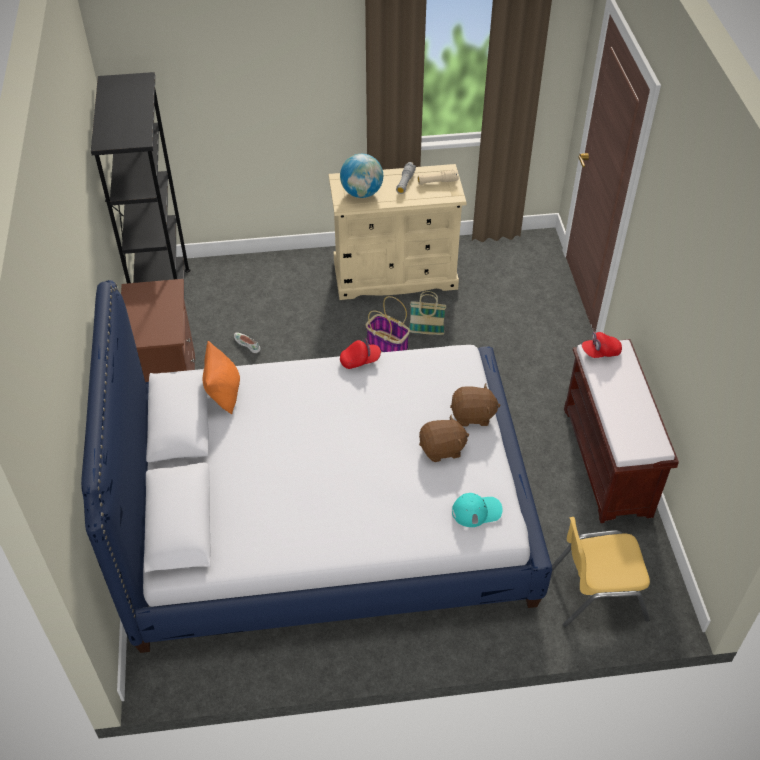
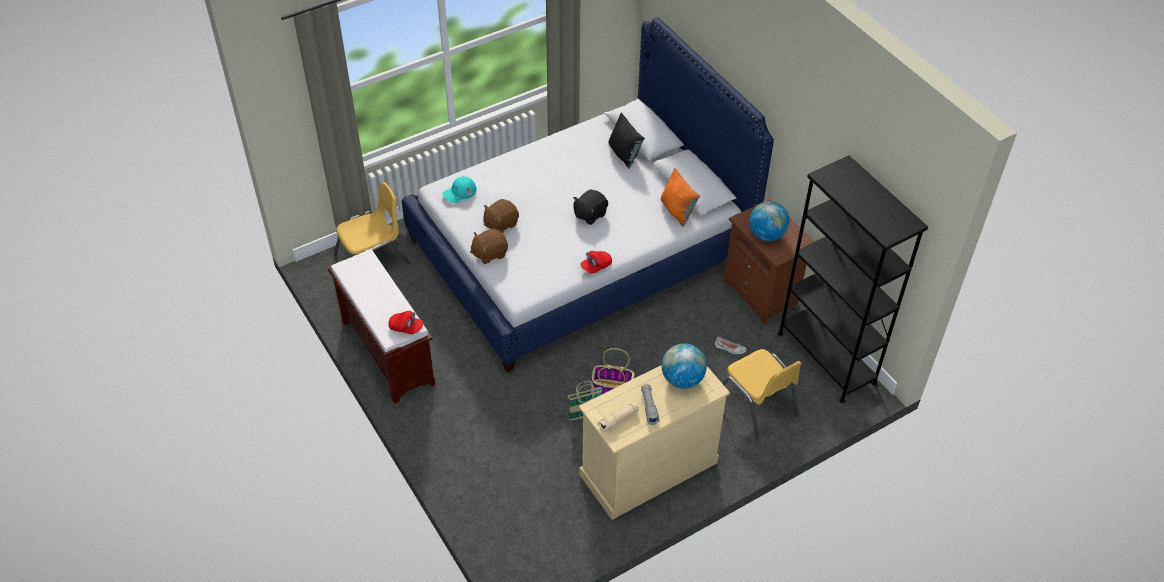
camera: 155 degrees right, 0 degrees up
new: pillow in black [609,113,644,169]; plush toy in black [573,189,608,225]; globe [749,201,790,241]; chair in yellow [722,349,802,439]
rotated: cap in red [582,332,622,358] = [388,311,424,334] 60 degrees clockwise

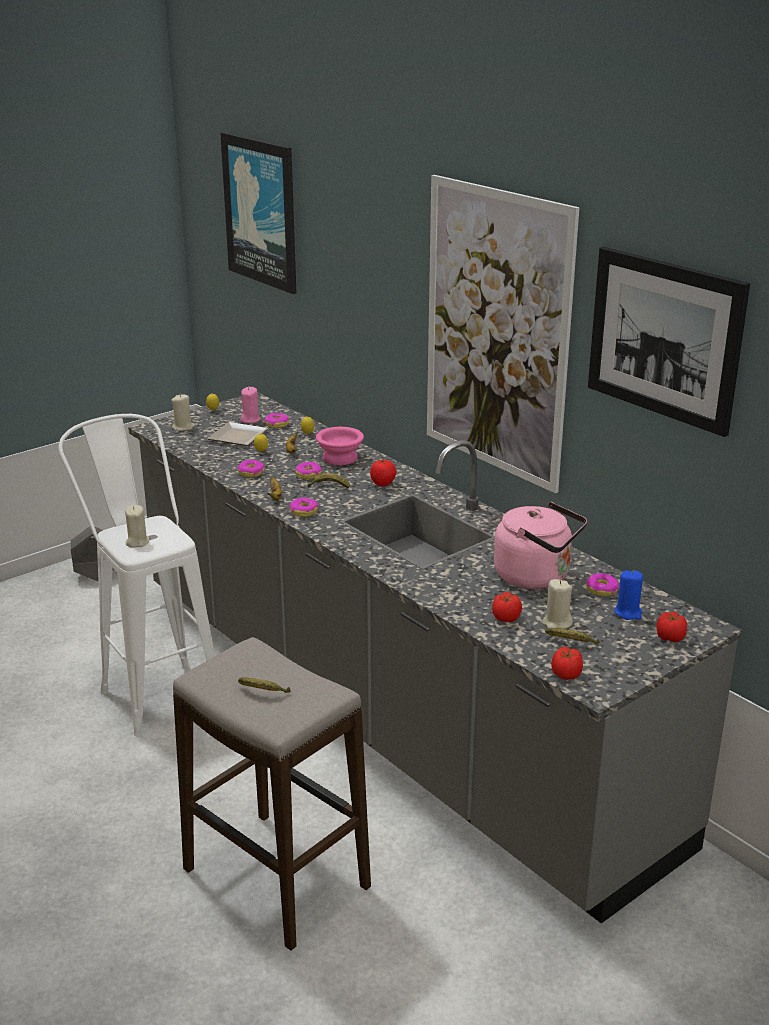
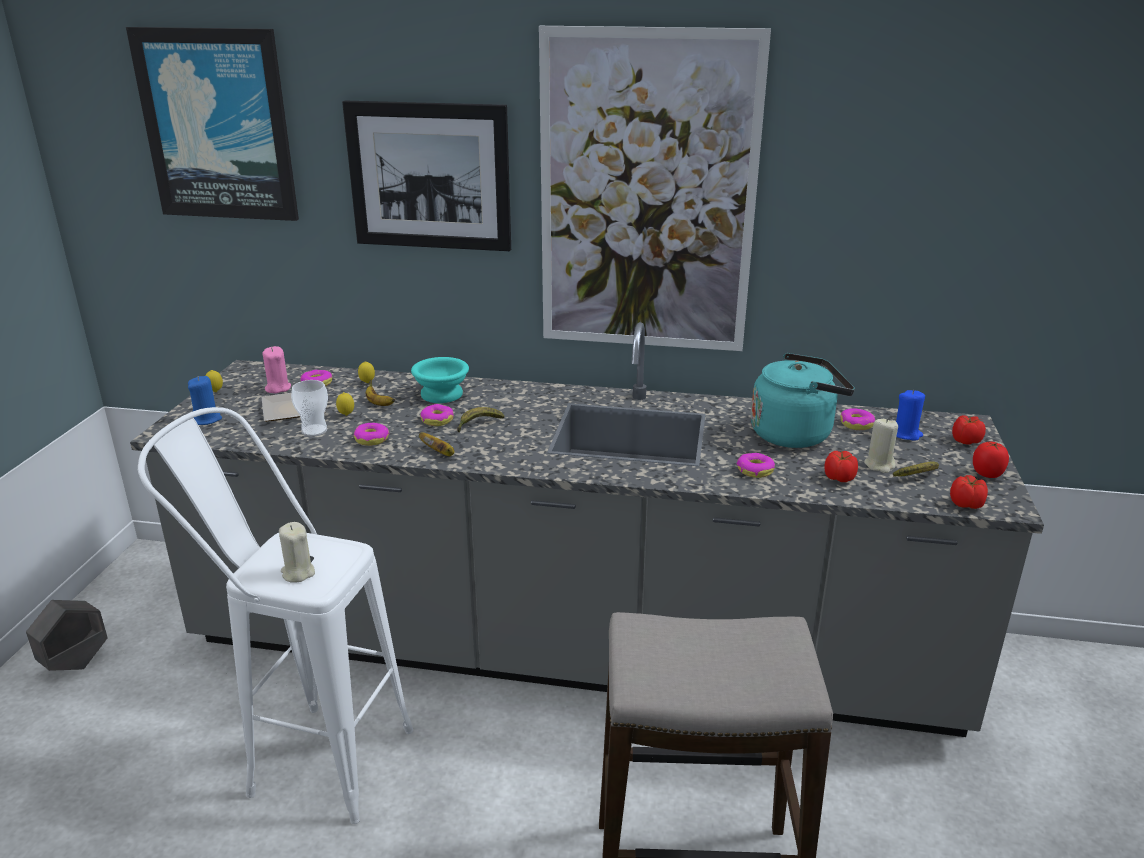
camera: 40 degrees left, 0 degrees up
gone: banana [238,677,291,693]
new: cup [291,380,328,436]
shifted: picture [588,247,750,437] to [342,101,511,251]; tomato [370,459,396,486] to [973,442,1009,478]; donut [289,497,318,517] to [737,453,775,478]
repainted: candle in beige [171,394,195,431] to candle in blue [188,376,222,425]; bowl in pink [316,427,364,465] to bowl in turquoise [411,357,469,403]; kettle in pink [494,502,587,589] to kettle in turquoise [751,353,855,448]

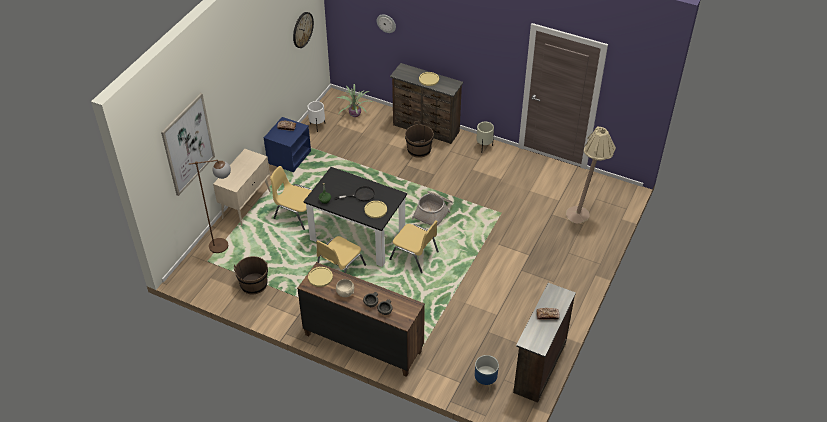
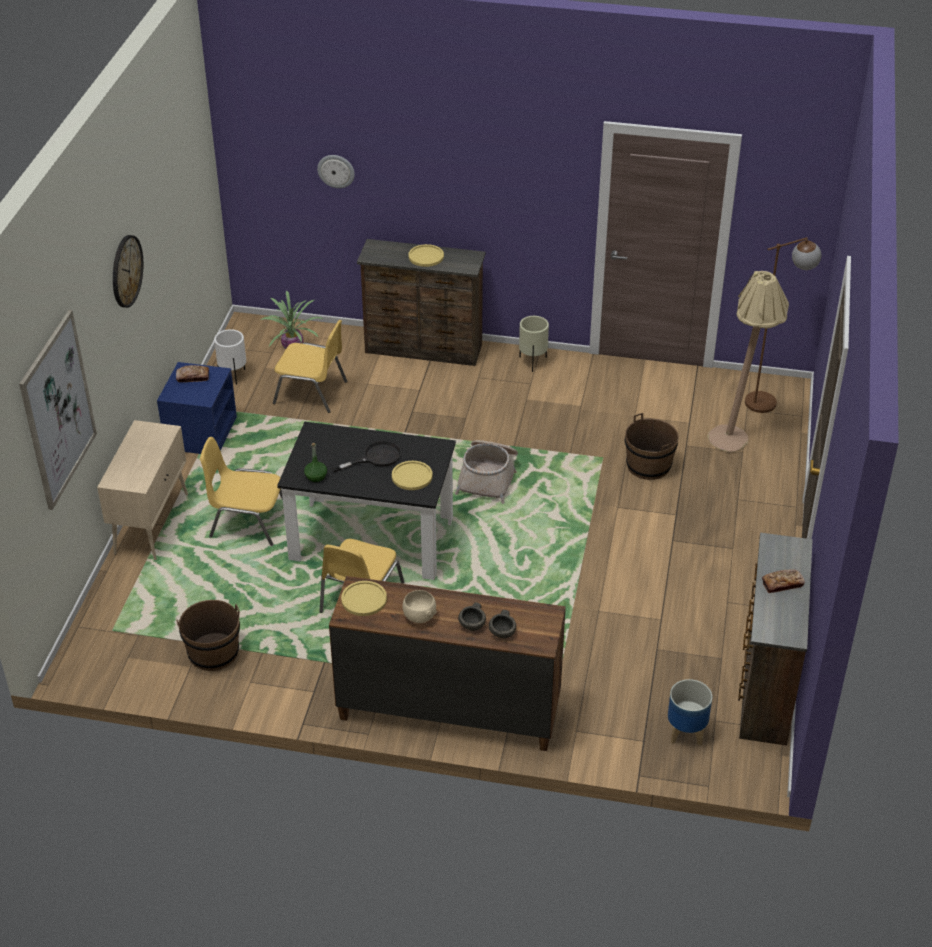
camera: 15 degrees left, 5 degrees down
shifted: wall clock [293,12,314,48] to [113,235,143,308]; bucket in brown [405,121,434,158] to [625,413,679,480]; floor lamp in brown [189,160,231,253] to [745,237,821,413]; chair in yellow [389,220,439,273] to [273,320,347,413]

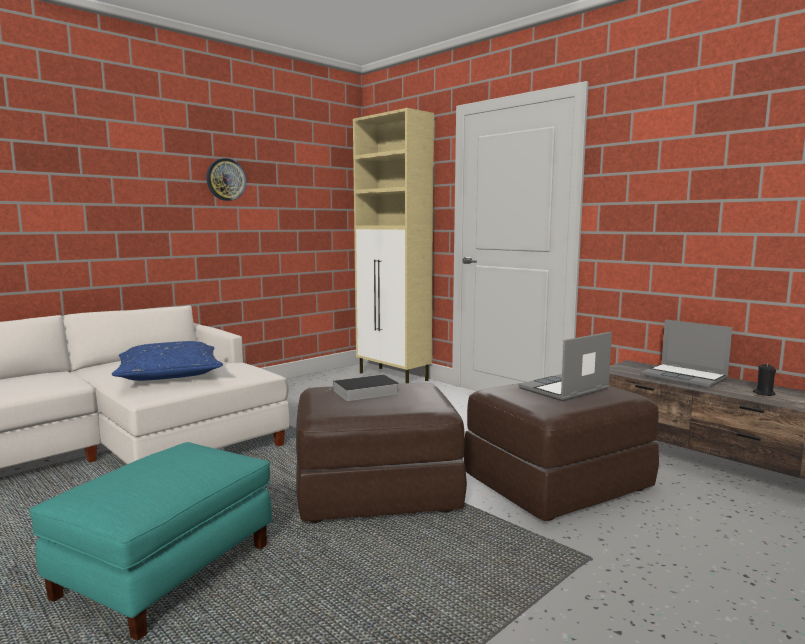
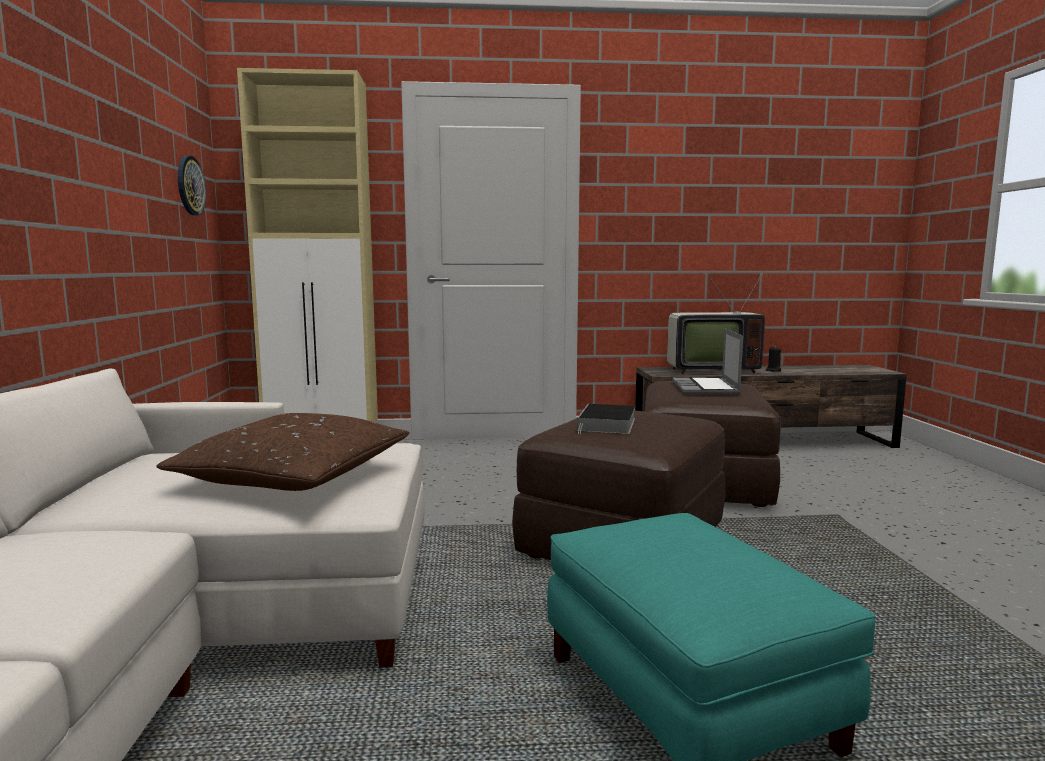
camera: 50 degrees left, 0 degrees up
shifted: wall clock [207,158,246,201] to [178,156,206,216]
swapped: laptop [641,319,733,388] to television [667,271,765,374]
repainted: pillow in blue [112,341,223,381] to pillow in brown [157,413,409,491]

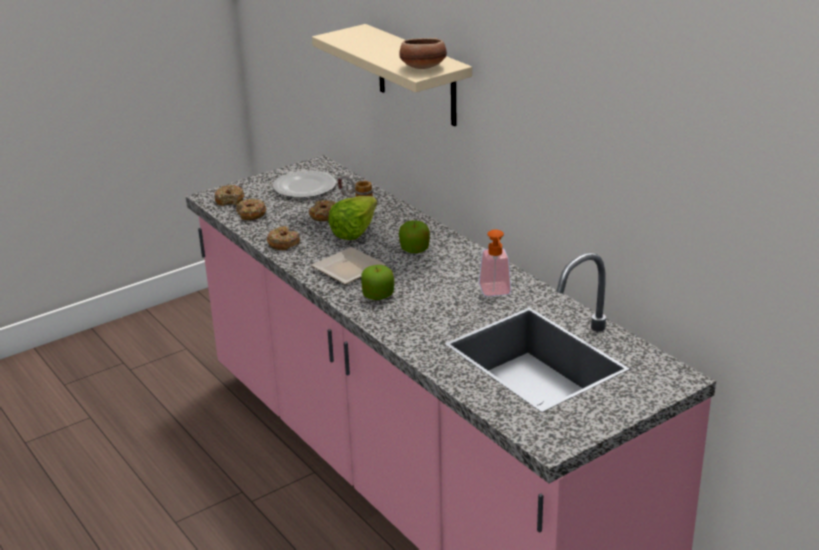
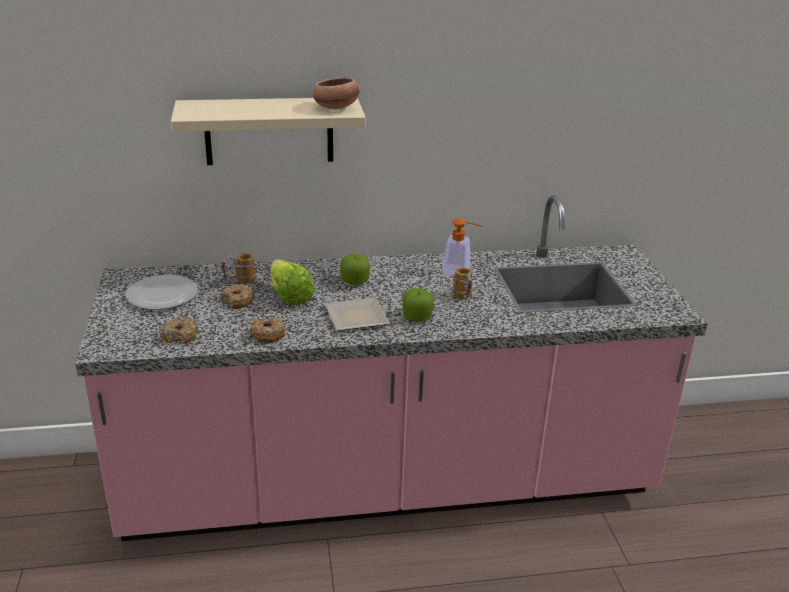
camera: 65 degrees left, 0 degrees up
gone: donut [215,185,244,206]
new: mug [452,267,473,299]

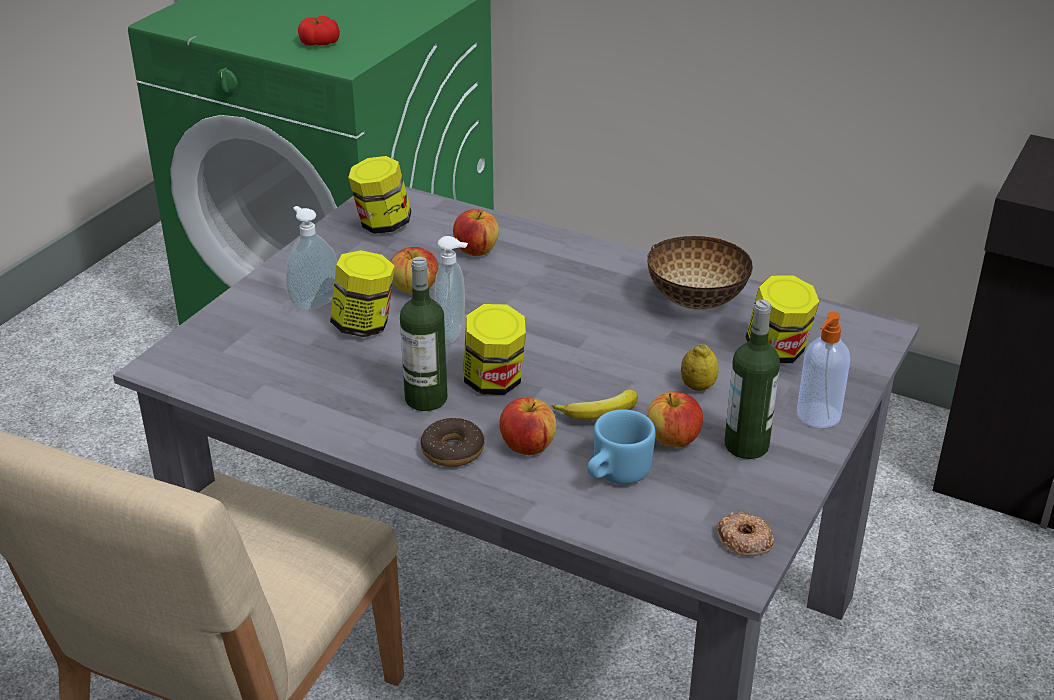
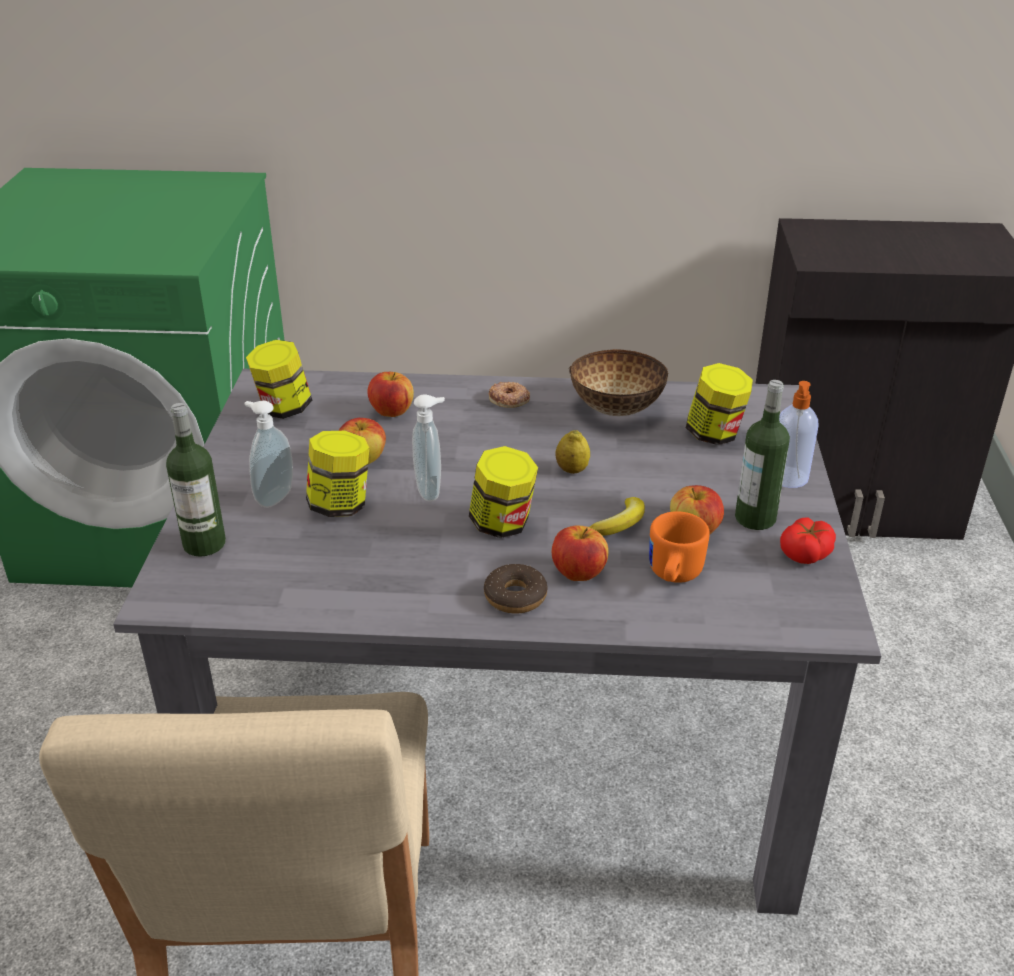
camera: 25 degrees left, 0 degrees up
shifted: tomato [298,16,340,46] to [780,517,836,564]; bottle [400,257,447,411] to [166,403,226,557]; lemon [681,344,719,391] to [556,430,590,474]; donut [718,511,774,556] to [488,382,530,408]
repainted: mug in blue [587,410,656,485] to mug in orange [649,511,710,583]

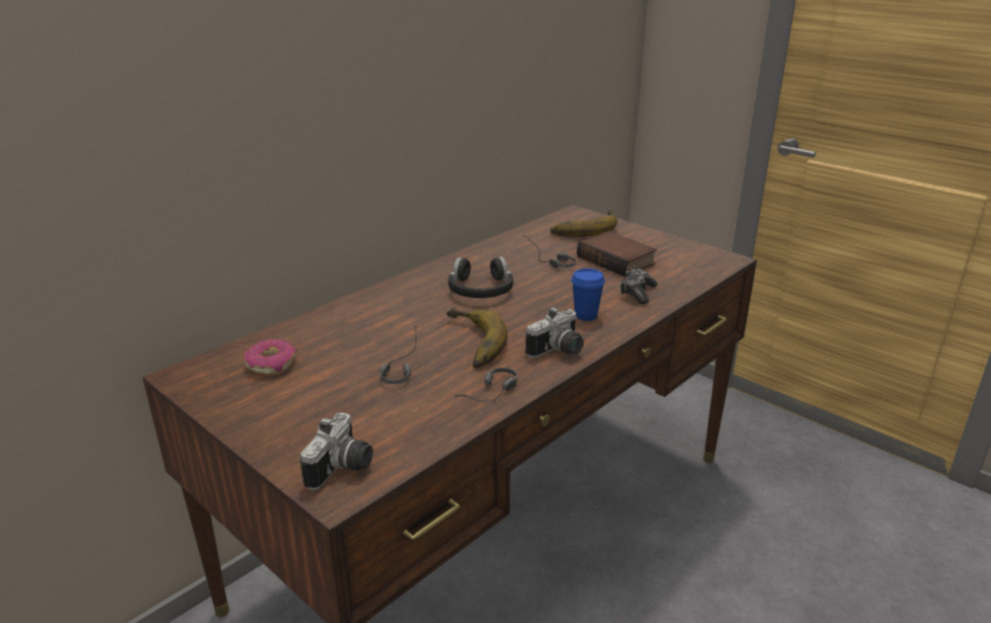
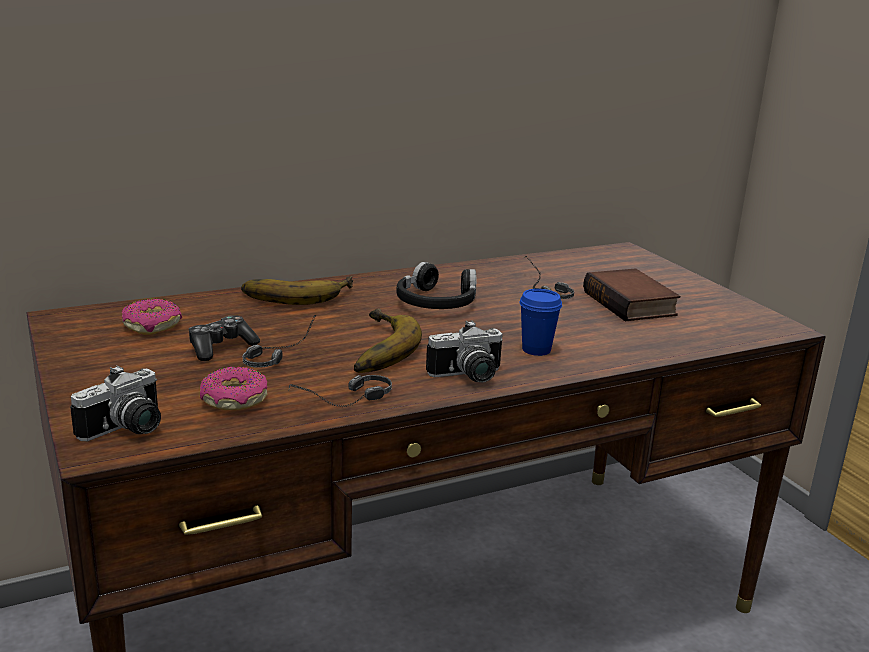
camera: 20 degrees right, 5 degrees down
new: donut [200,367,268,410]
shifted: banana [550,210,617,237] to [241,276,353,305]; game controller [620,268,657,304] to [189,315,260,361]

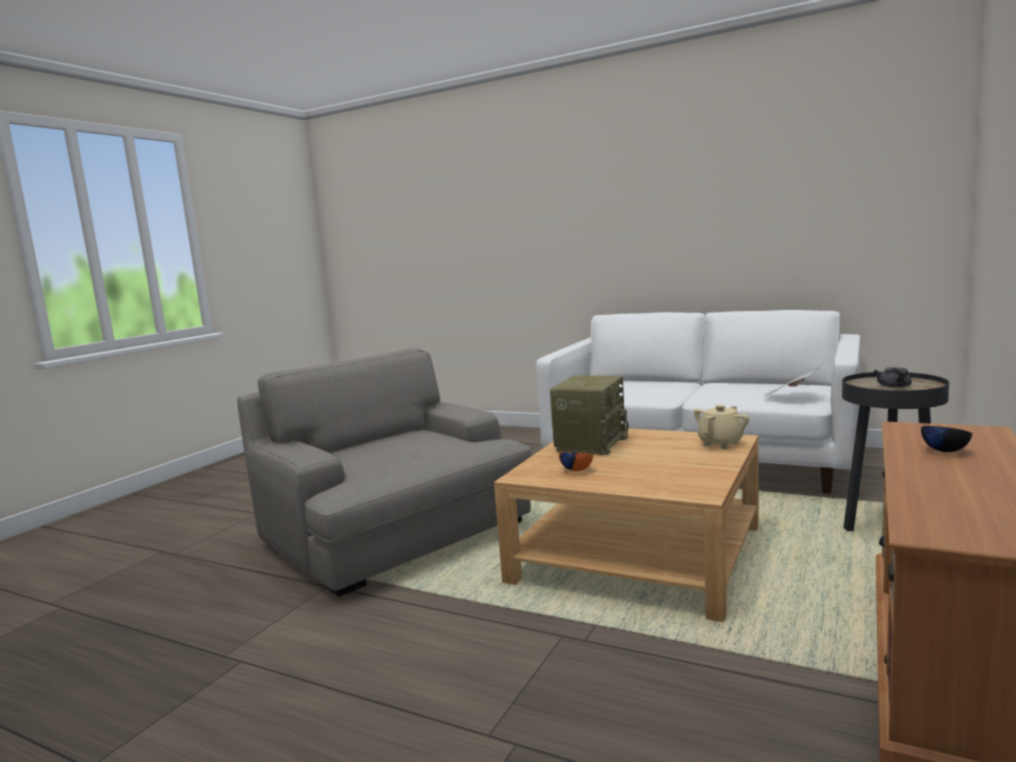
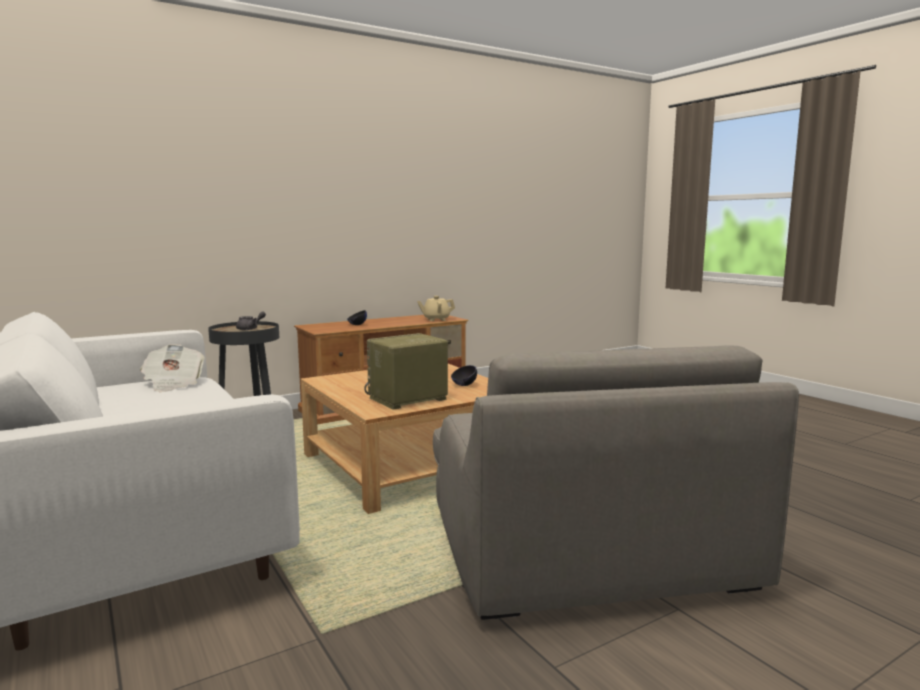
camera: 150 degrees left, 0 degrees up
shifted: teapot in beige [694,405,749,449] to [417,296,455,321]
repainted: bowl in orange [559,452,593,471] to bowl in black [451,365,477,386]

